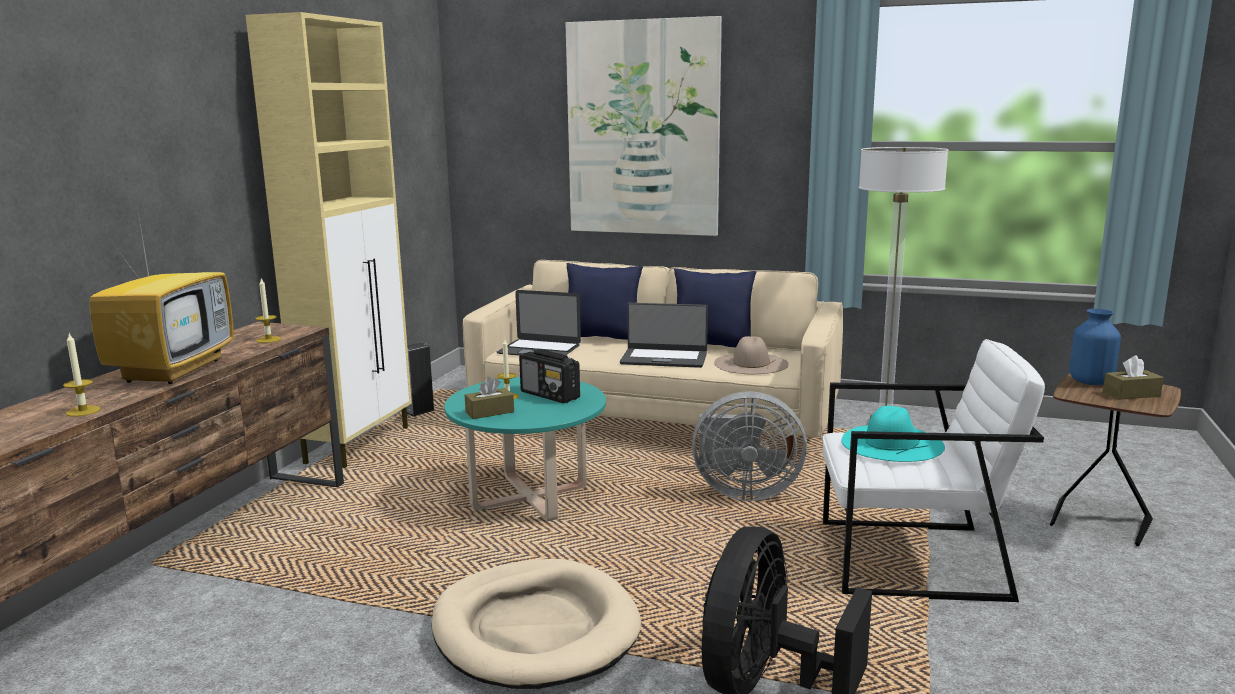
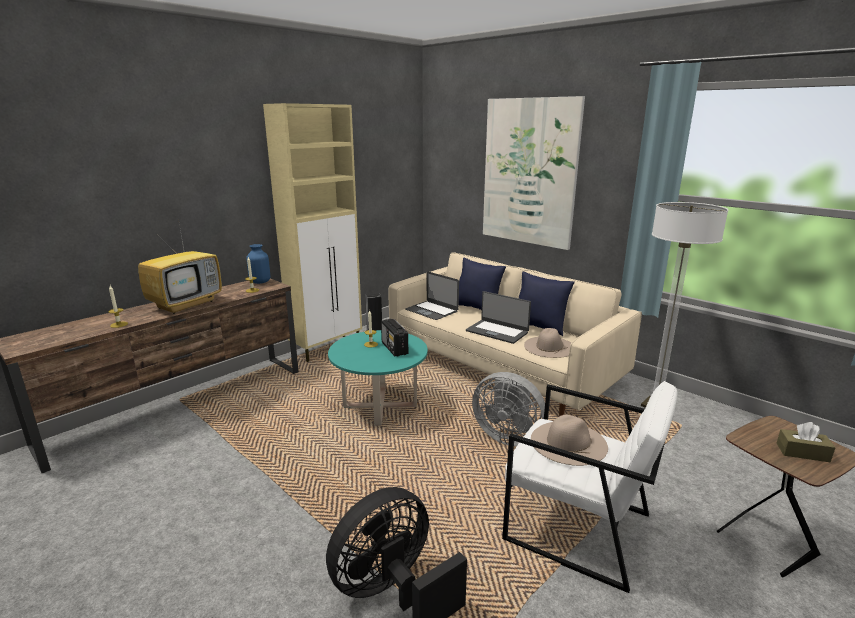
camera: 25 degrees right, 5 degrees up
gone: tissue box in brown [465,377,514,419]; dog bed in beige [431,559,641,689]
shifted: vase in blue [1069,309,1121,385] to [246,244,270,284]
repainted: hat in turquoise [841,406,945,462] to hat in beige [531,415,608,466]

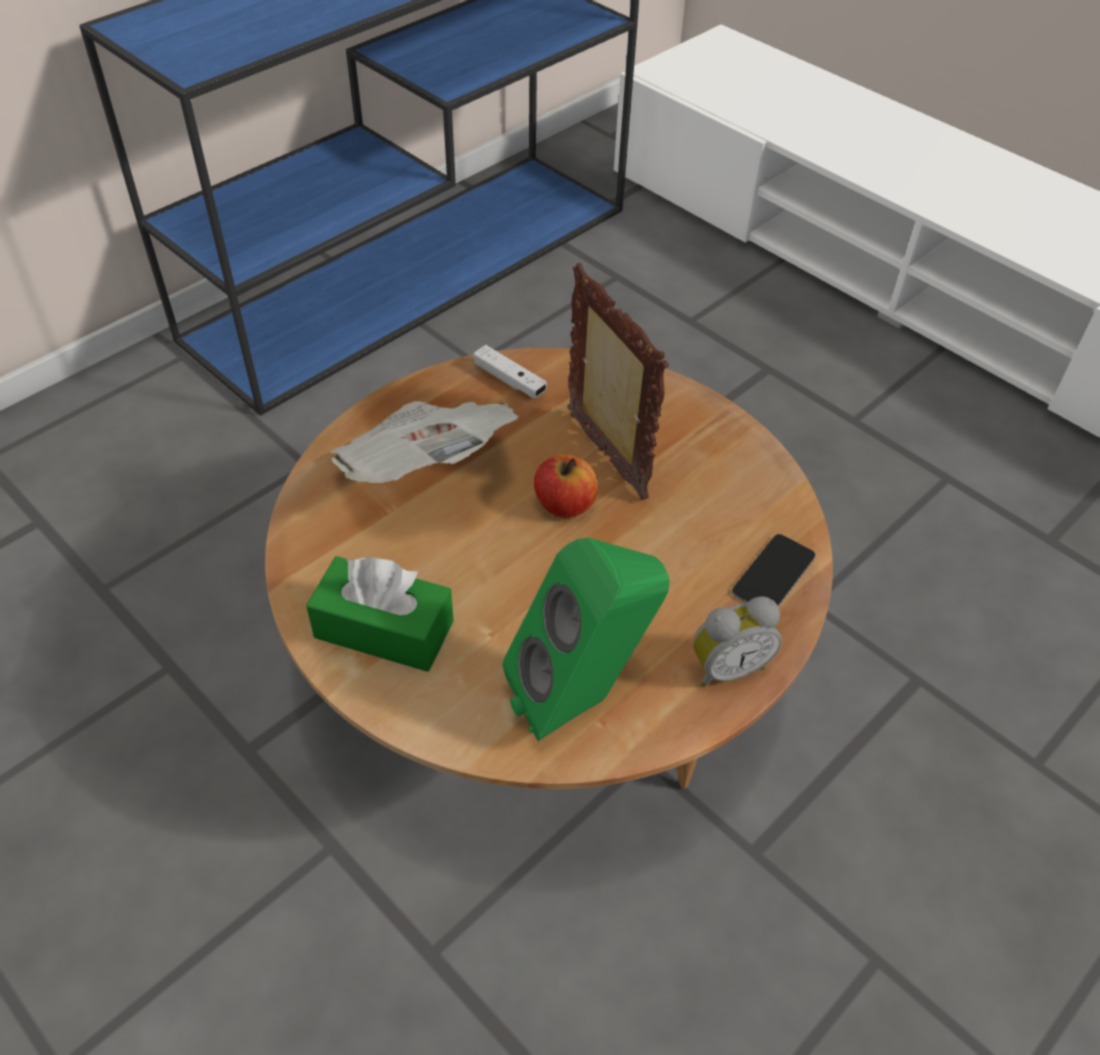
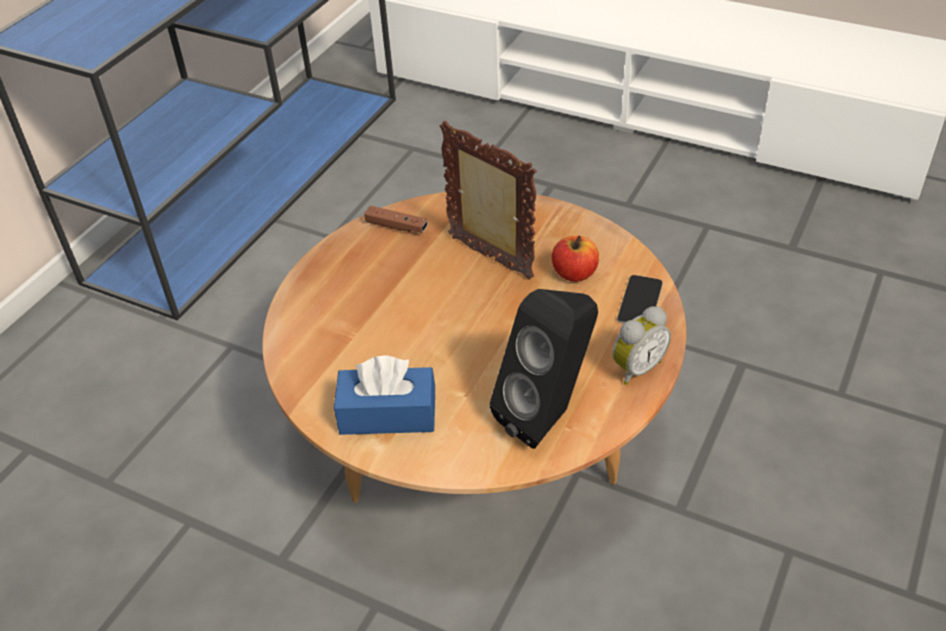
camera: 15 degrees left, 5 degrees down
gone: newspaper [330,401,519,483]
shifted: apple [534,454,598,517] to [552,236,599,282]
repainted: game controller in white [473,345,547,398] to game controller in brown [364,206,428,233]; speaker in green [502,538,669,741] to speaker in black [490,289,598,449]; tissue box in green [306,556,454,672] to tissue box in blue [334,355,435,435]

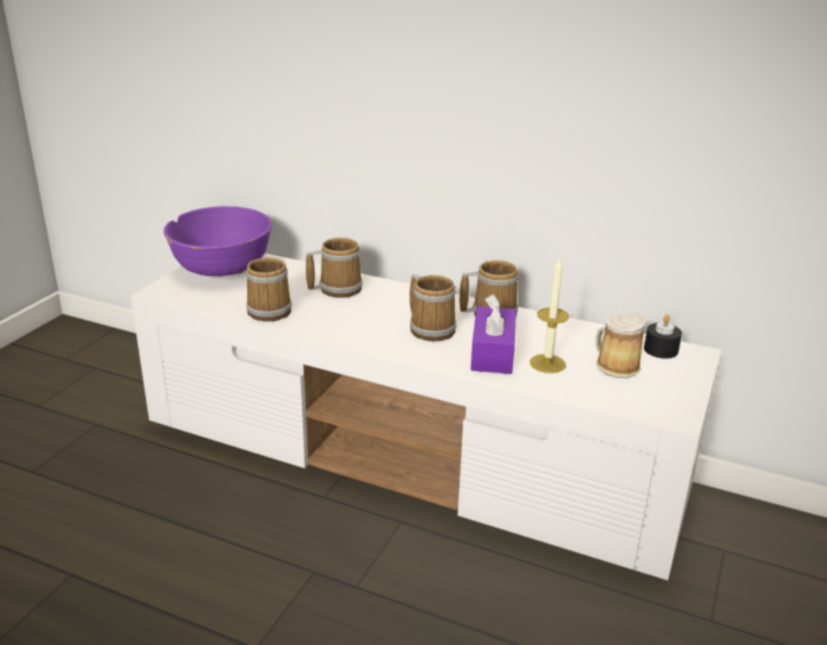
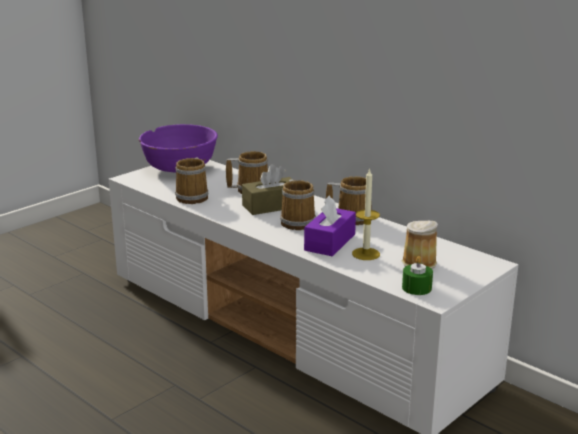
camera: 20 degrees right, 5 degrees down
gone: candle in black [644,314,682,359]
new: tissue box in brown [242,164,293,215]; candle in green [402,256,433,295]

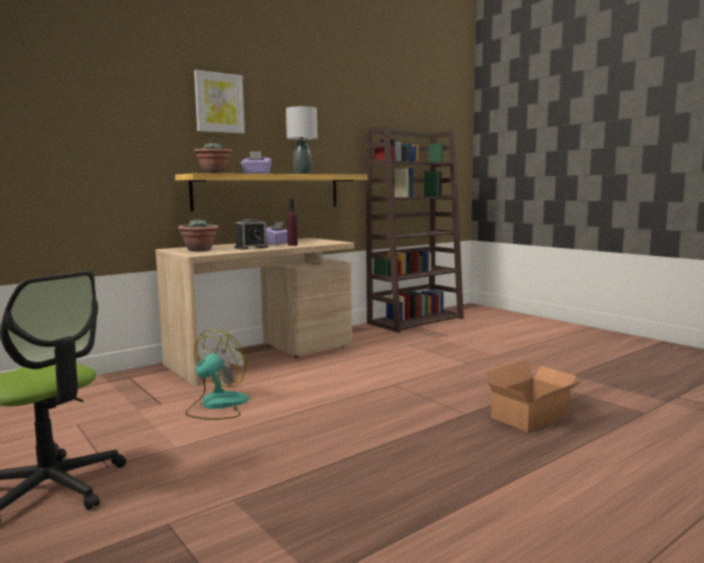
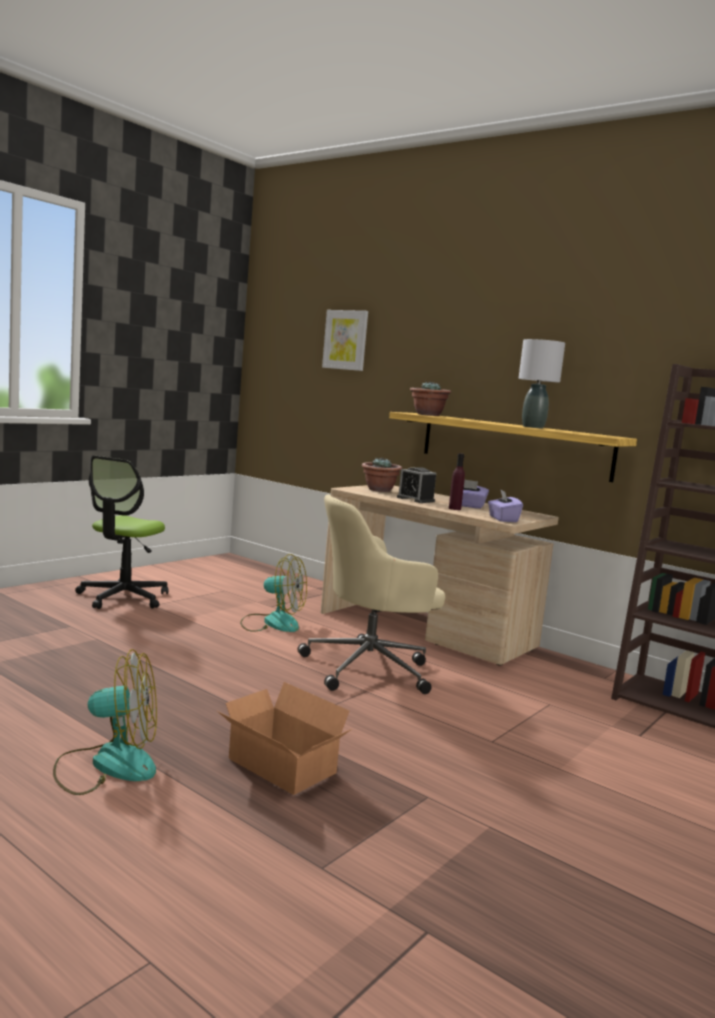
camera: 75 degrees right, 0 degrees up
new: office chair in beige [298,495,445,694]; fan [53,649,157,795]
shifted: picture [194,70,245,134] to [322,310,368,371]; tissue box in purple [241,151,272,174] to [488,490,523,522]

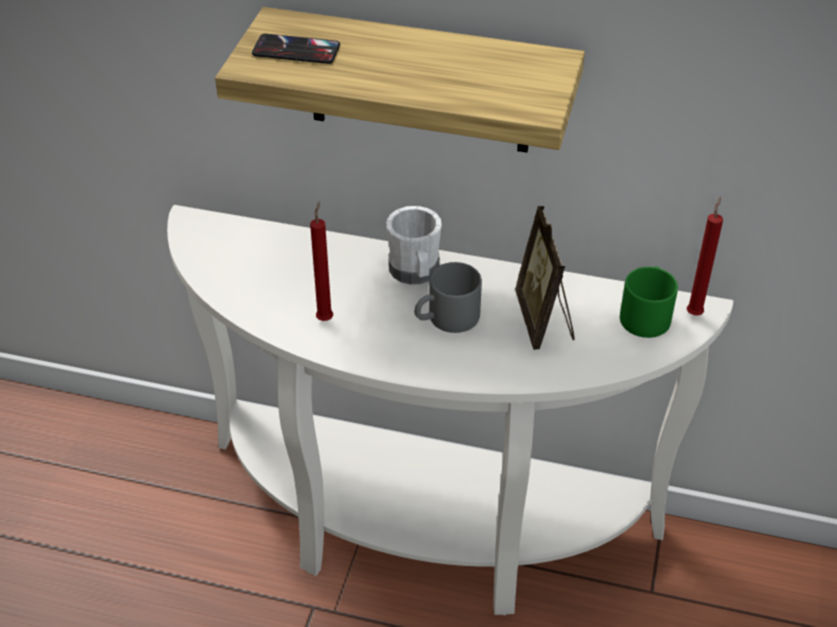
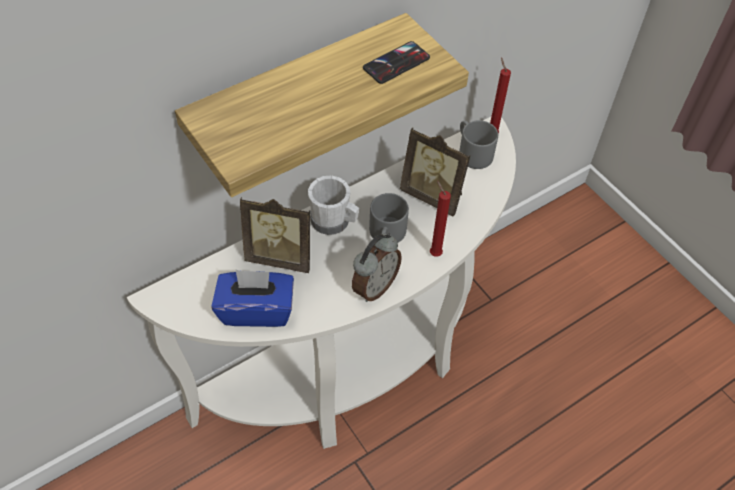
camera: 50 degrees left, 10 degrees up
new: picture frame [240,197,310,273]; alarm clock [352,233,402,302]; tissue box in blue [212,269,294,327]
shifted: phone [252,34,340,64] to [363,41,430,84]; candle in red [310,202,333,321] to [430,181,451,257]
repainted: mug in green [620,266,678,338] to mug in grey [459,120,498,169]

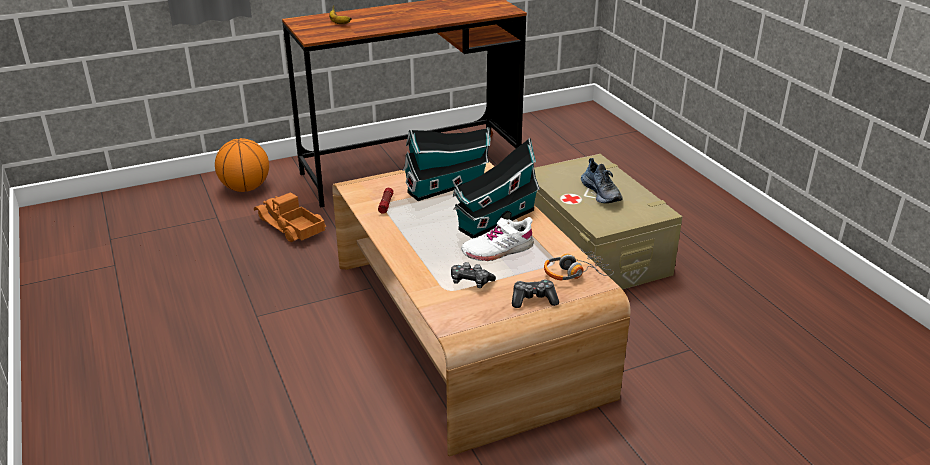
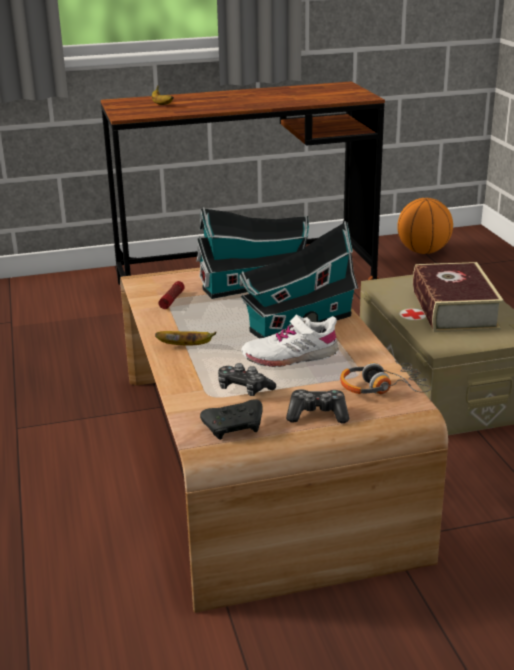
camera: 10 degrees right, 5 degrees down
gone: toy truck [254,192,327,242]
new: banana [155,331,217,346]; game controller in black [200,399,263,440]
shifted: basketball [215,138,269,192] to [397,198,453,254]
swapped: shoe [581,158,623,203] to book [413,262,504,332]

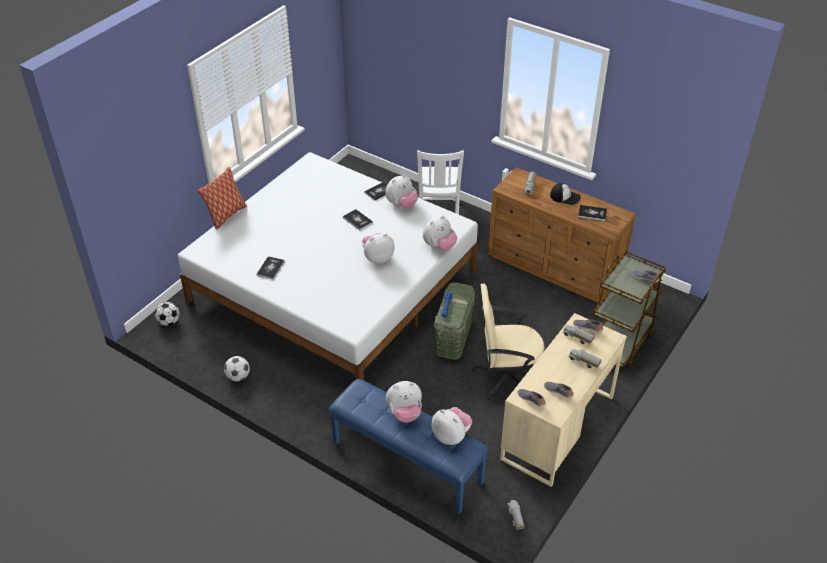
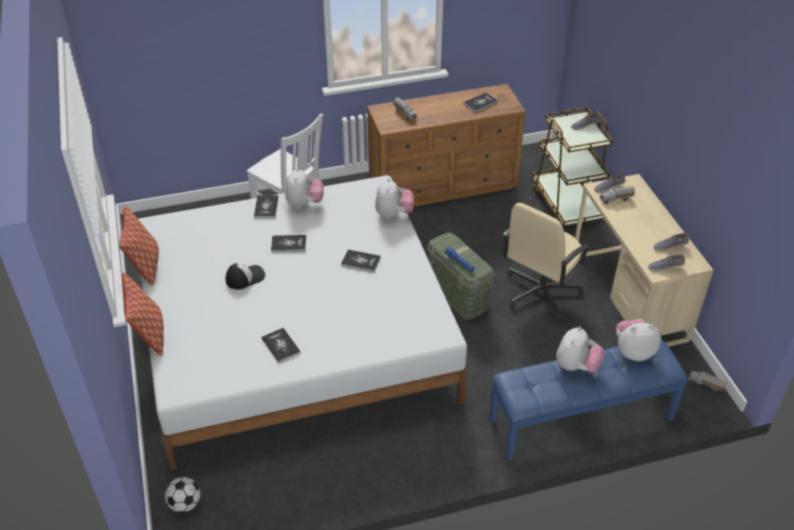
camera: 50 degrees left, 0 degrees up
gone: toy truck [568,349,602,368]; football [224,356,250,381]
new: pillow [119,206,159,286]
shifted: cap [550,183,581,205] to [226,263,265,290]
swapped: plush toy [362,233,395,264] to book [341,250,381,272]

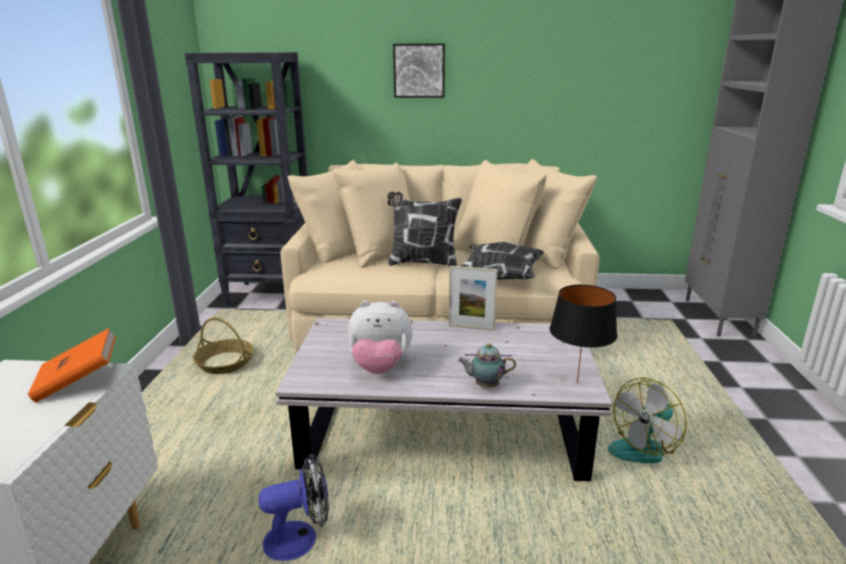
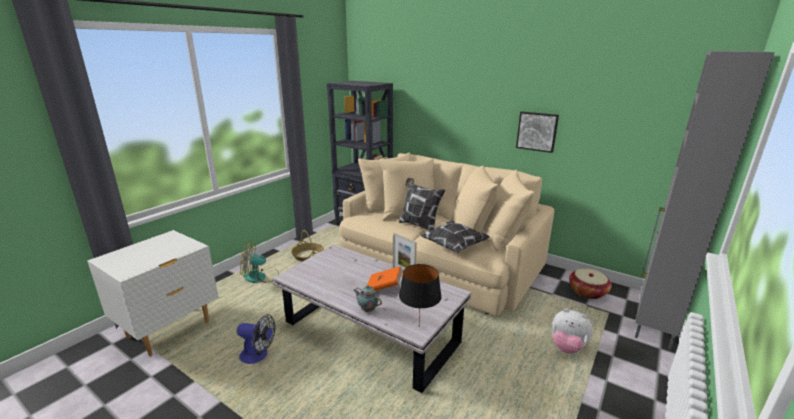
camera: 30 degrees right, 0 degrees up
new: basket [569,268,612,299]
shifted: picture [393,43,445,98] to [516,112,559,153]; plush toy [348,301,413,374] to [552,309,593,353]; book in orange [28,328,116,403] to [367,266,403,291]; fan [608,378,687,463] to [240,241,279,283]

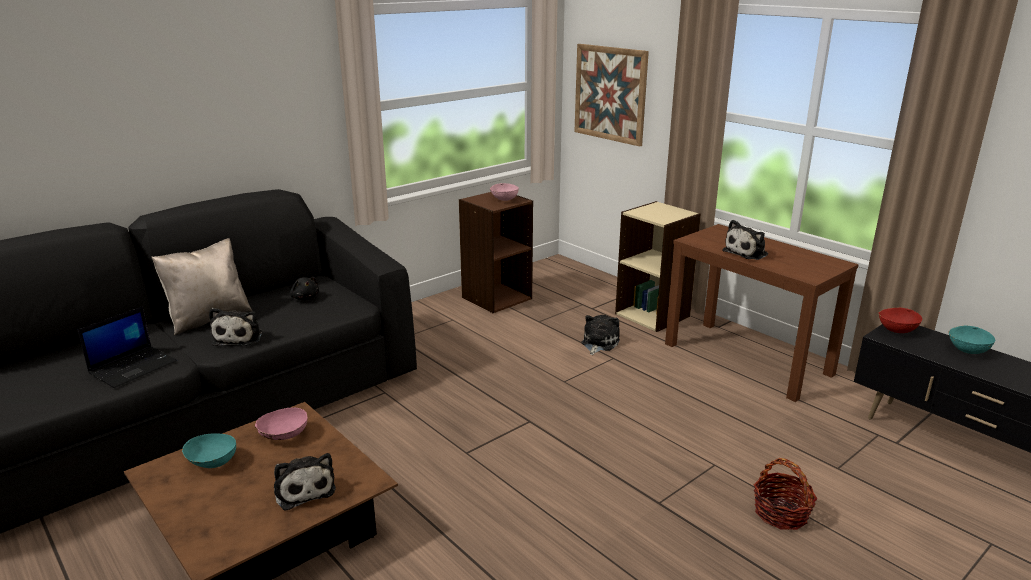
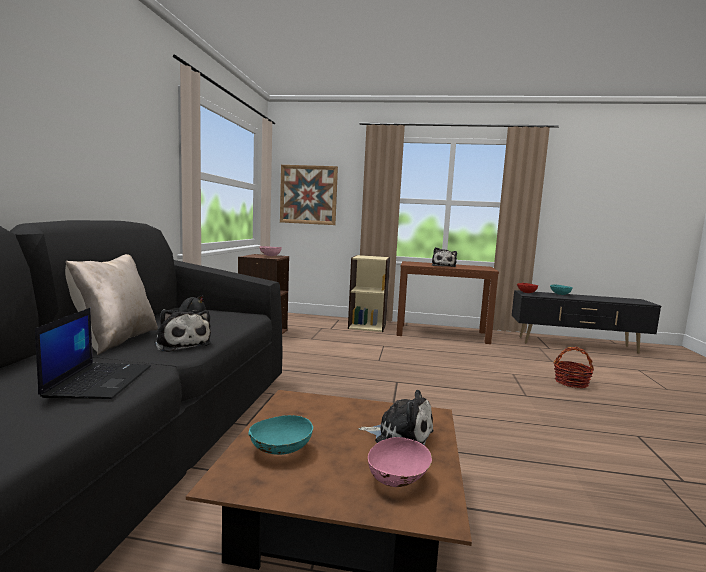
camera: 40 degrees left, 15 degrees down
gone: plush toy [581,315,620,355]
shifted: bowl in pink [255,408,308,440] to [368,437,432,487]

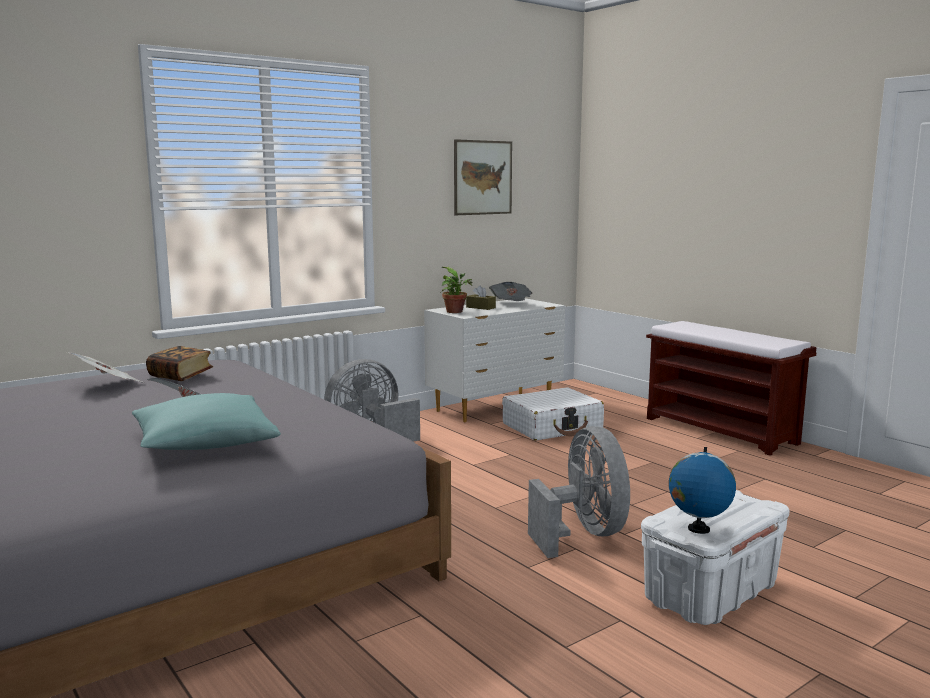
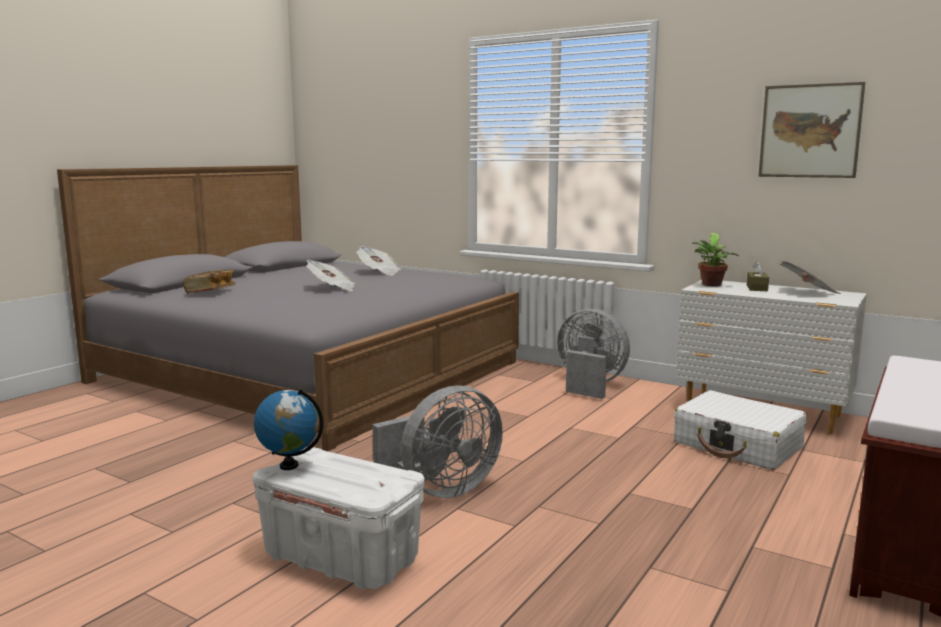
camera: 70 degrees right, 0 degrees up
gone: pillow in turquoise [132,393,281,450]
shifted: book [146,346,213,381] to [183,270,236,293]

